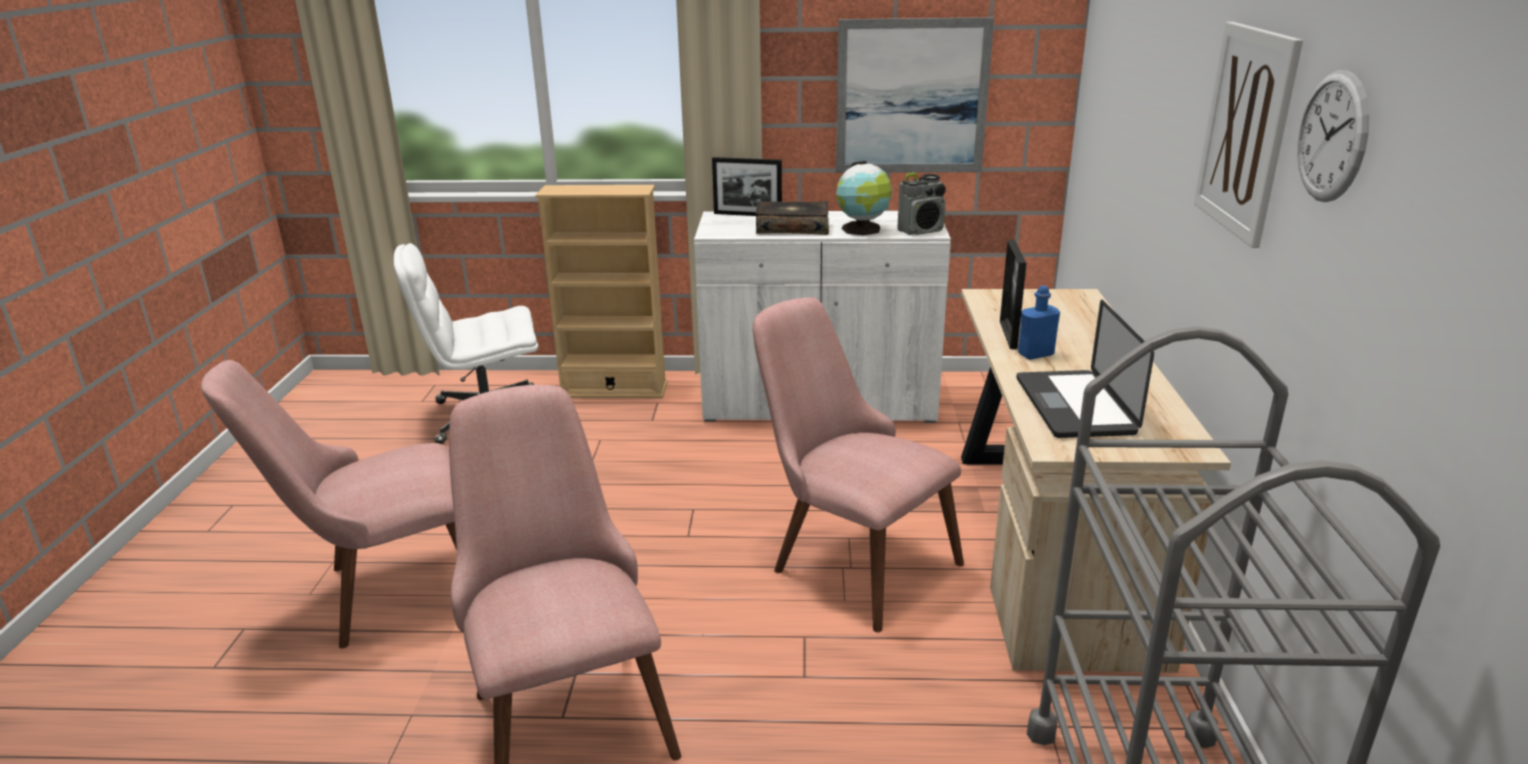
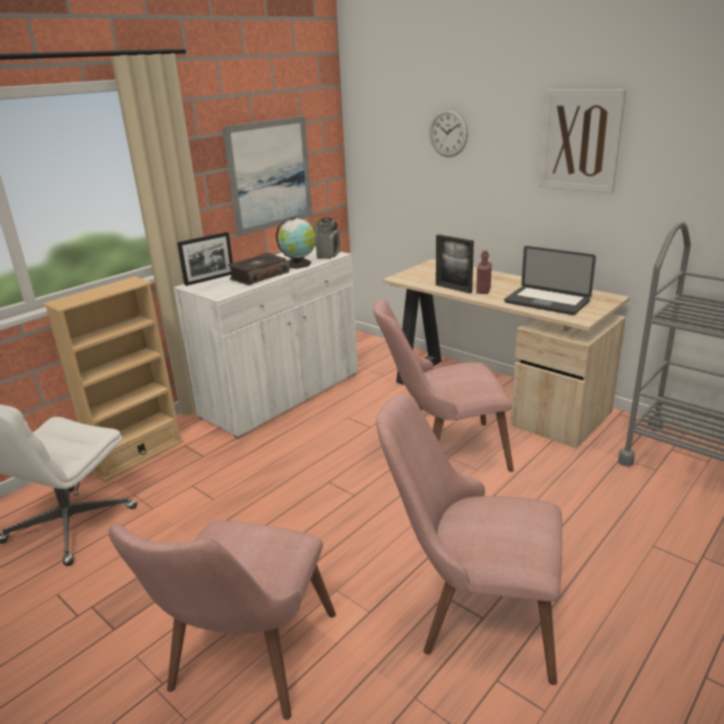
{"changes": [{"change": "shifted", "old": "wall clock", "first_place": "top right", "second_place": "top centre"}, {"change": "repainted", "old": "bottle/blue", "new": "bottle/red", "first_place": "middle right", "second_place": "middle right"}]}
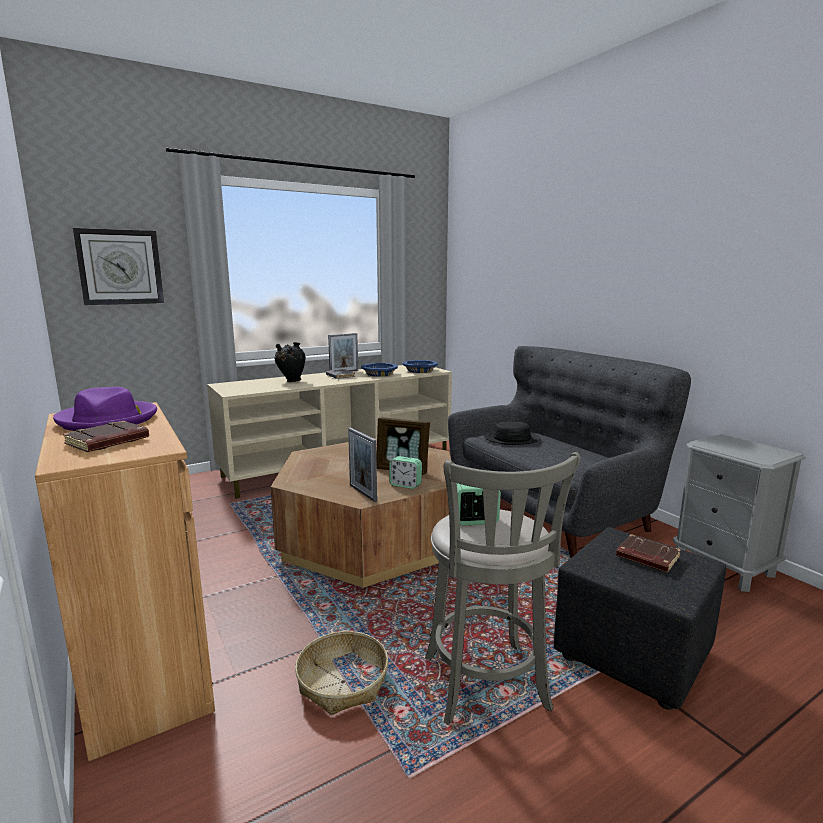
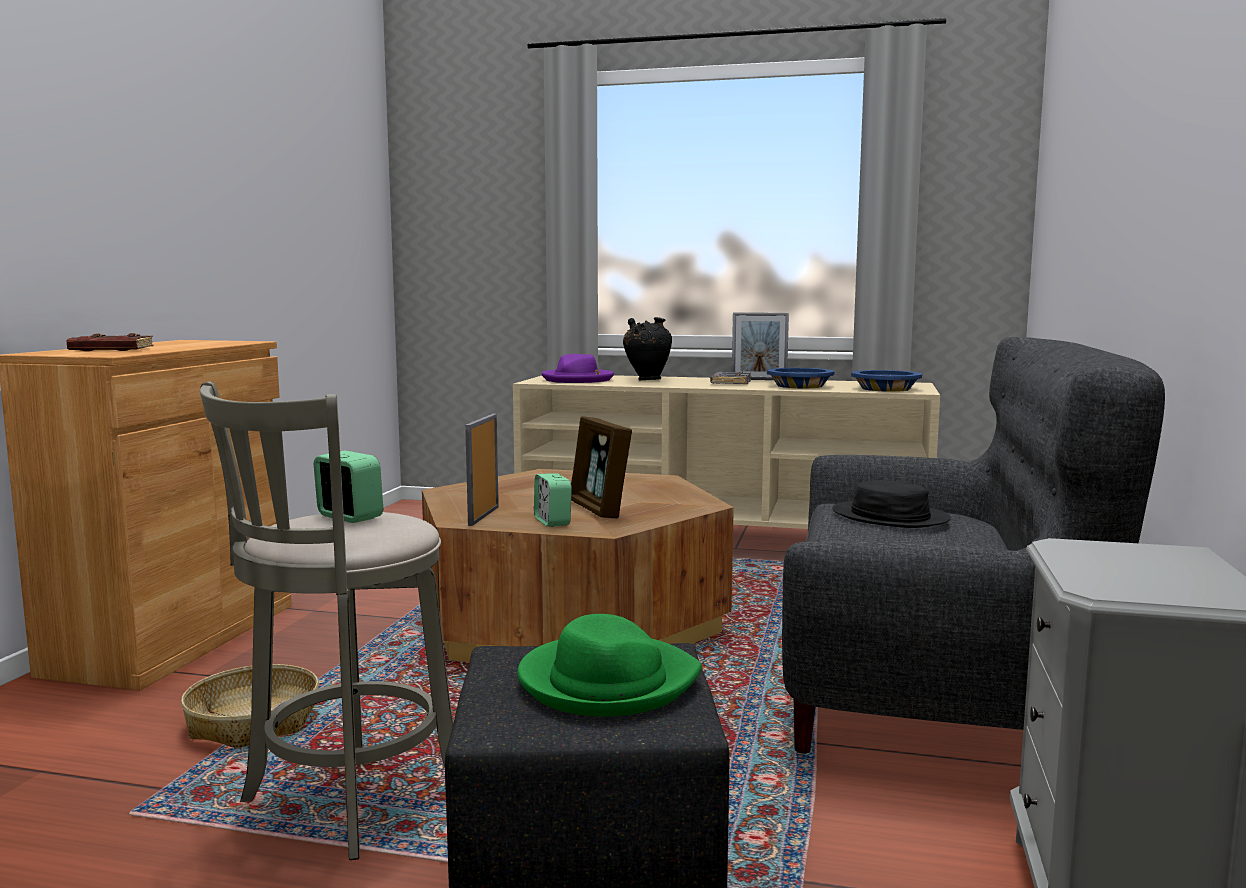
{"changes": [{"change": "swapped", "old": "book/brown (no. 2 from left)", "new": "hat/green", "first_place": "bottom right", "second_place": "bottom centre"}, {"change": "shifted", "old": "hat/purple", "first_place": "middle left", "second_place": "centre"}, {"change": "gone", "old": "wall clock", "first_place": "top left"}]}
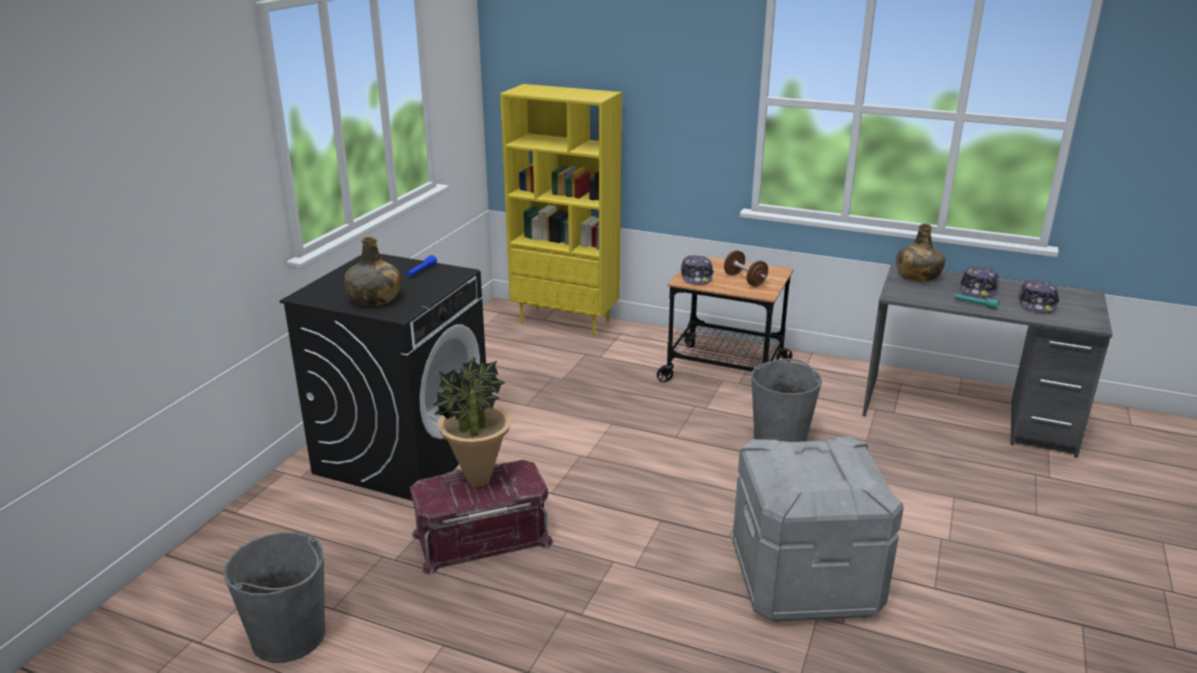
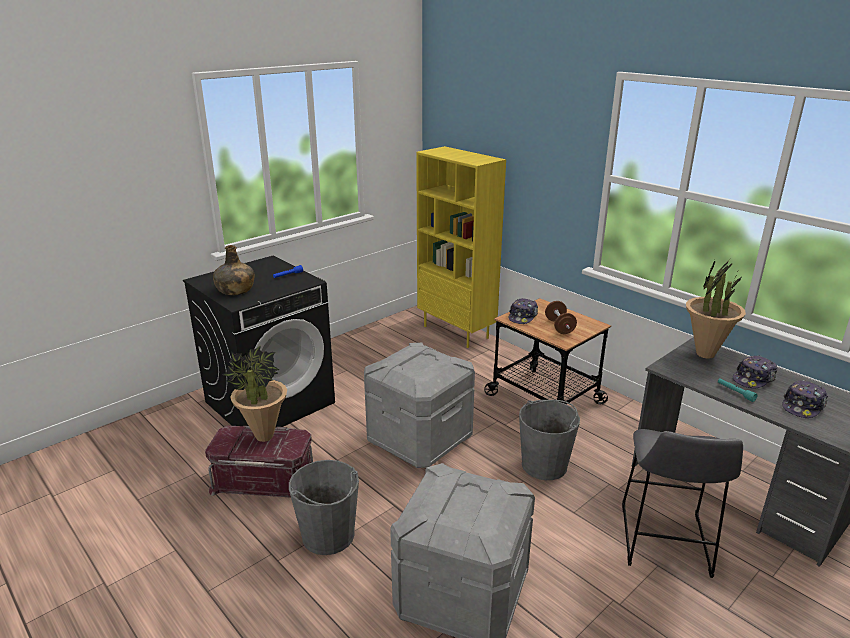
{"changes": [{"change": "shifted", "old": "bucket/grey (no. 1 from left)", "first_place": "bottom left", "second_place": "bottom centre"}, {"change": "new", "new": "storage box/grey (no. 1 from left)", "second_place": "centre"}, {"change": "new", "new": "stool/grey", "second_place": "bottom right"}, {"change": "swapped", "old": "bottle/green (no. 2 from left)", "new": "potted plant (no. 2 from left)", "first_place": "middle right", "second_place": "middle right"}]}
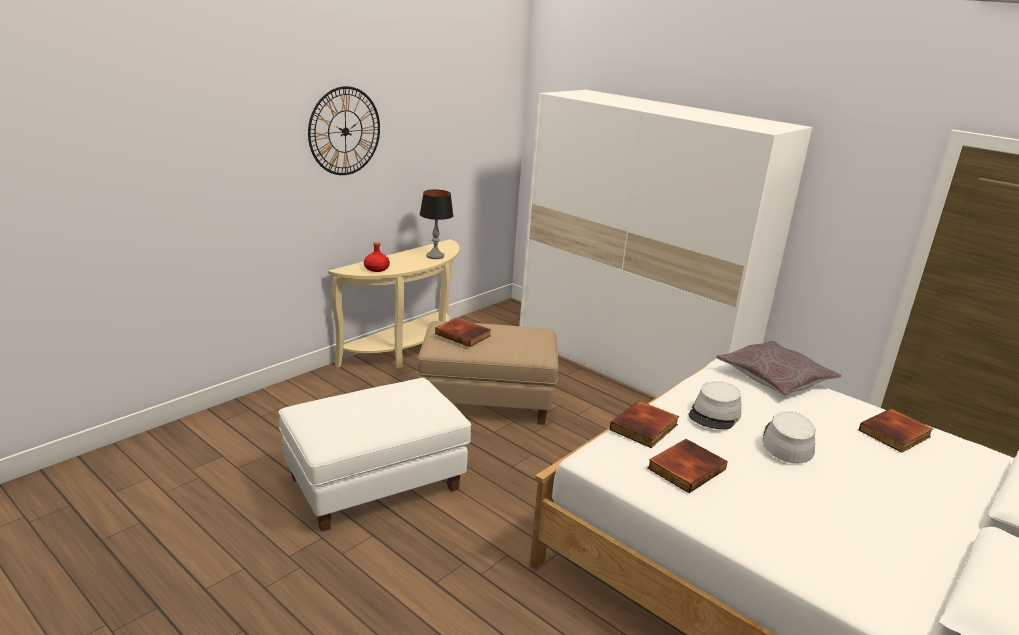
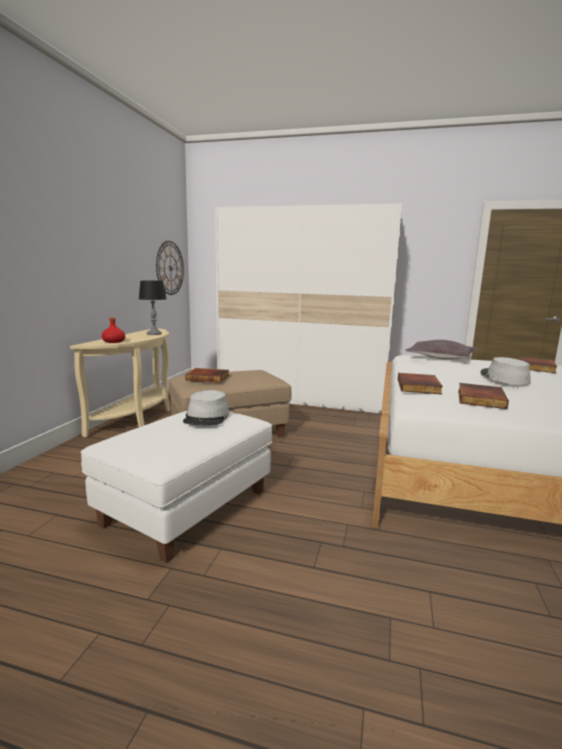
{"changes": [{"change": "shifted", "old": "wall clock", "first_place": "top centre", "second_place": "middle left"}, {"change": "shifted", "old": "hat/grey (no. 1 from left)", "first_place": "middle right", "second_place": "centre"}]}
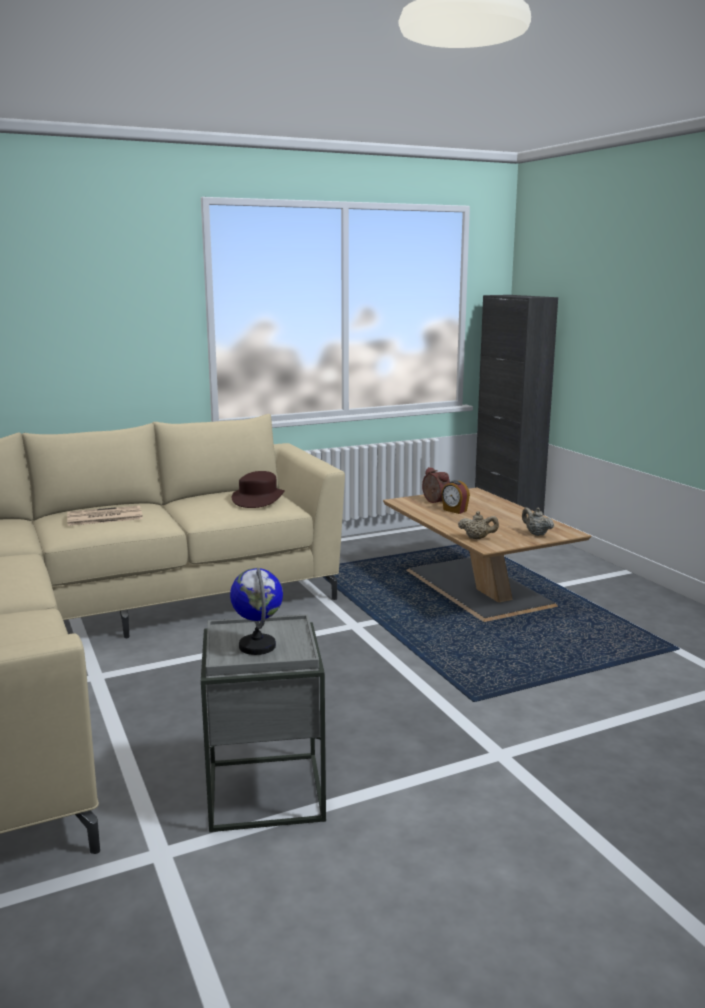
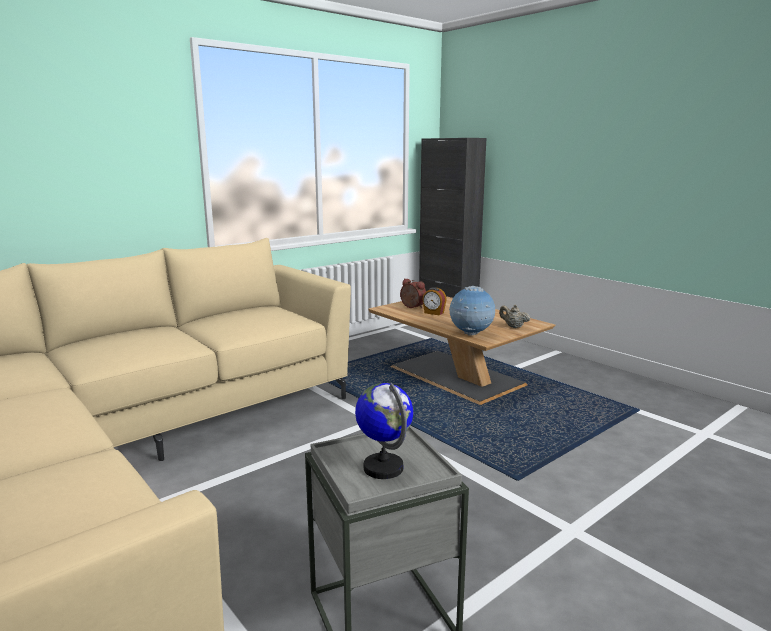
{"changes": [{"change": "swapped", "old": "teapot/beige (no. 1 from left)", "new": "globe (no. 2 from left)", "first_place": "middle right", "second_place": "centre"}, {"change": "gone", "old": "newspaper", "first_place": "middle left"}, {"change": "gone", "old": "hat/brown", "first_place": "centre"}]}
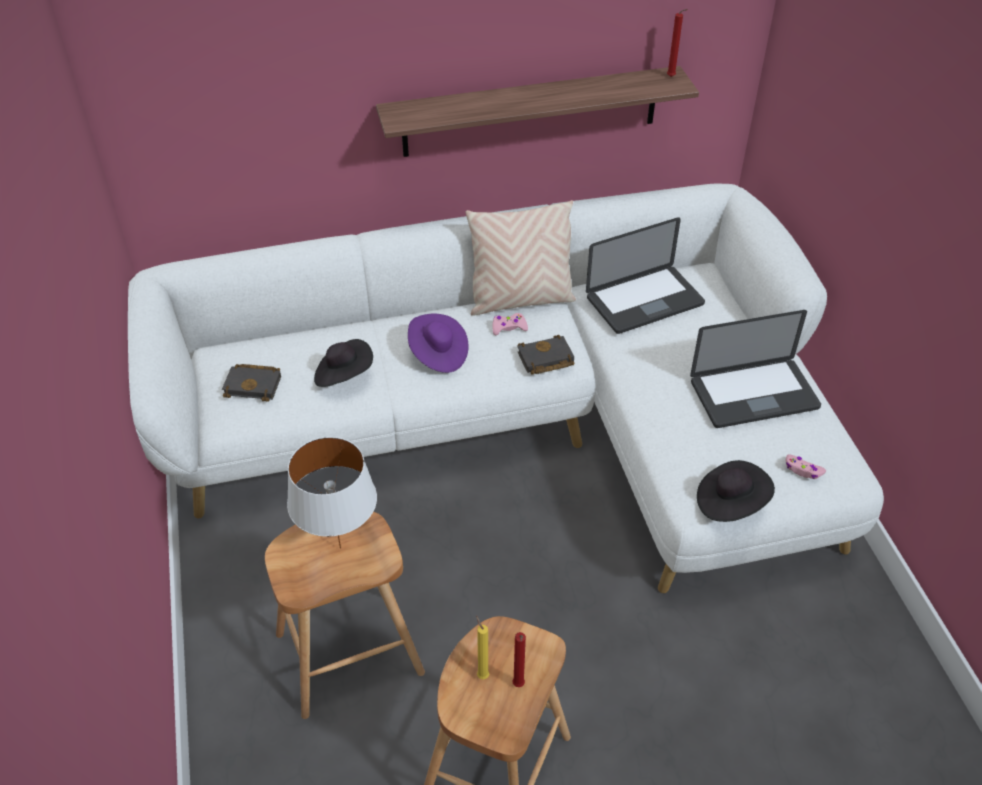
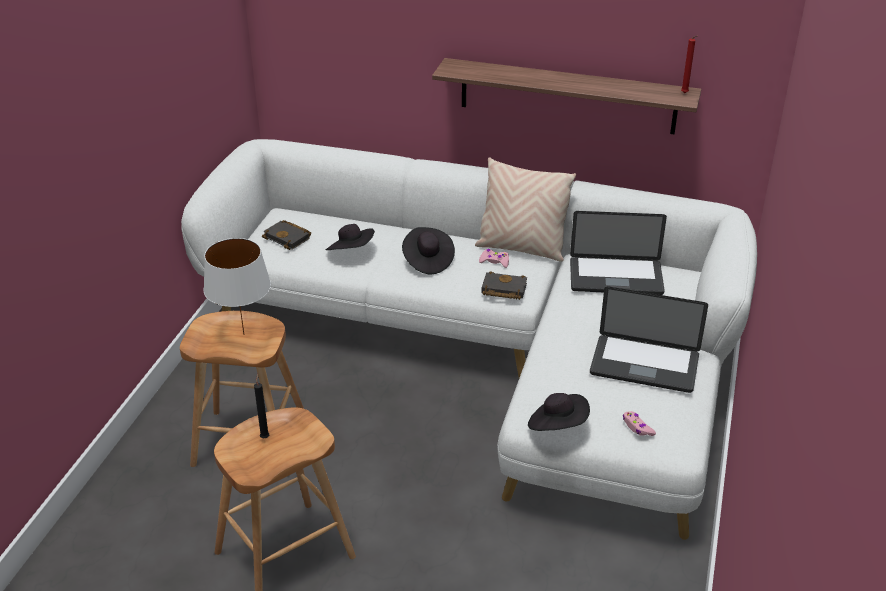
{"changes": [{"change": "repainted", "old": "candle/yellow", "new": "candle/black", "first_place": "bottom centre", "second_place": "bottom left"}, {"change": "repainted", "old": "hat/purple", "new": "hat/black (no. 2 from left)", "first_place": "centre", "second_place": "centre"}, {"change": "gone", "old": "candle/red (no. 1 from left)", "first_place": "bottom centre"}]}
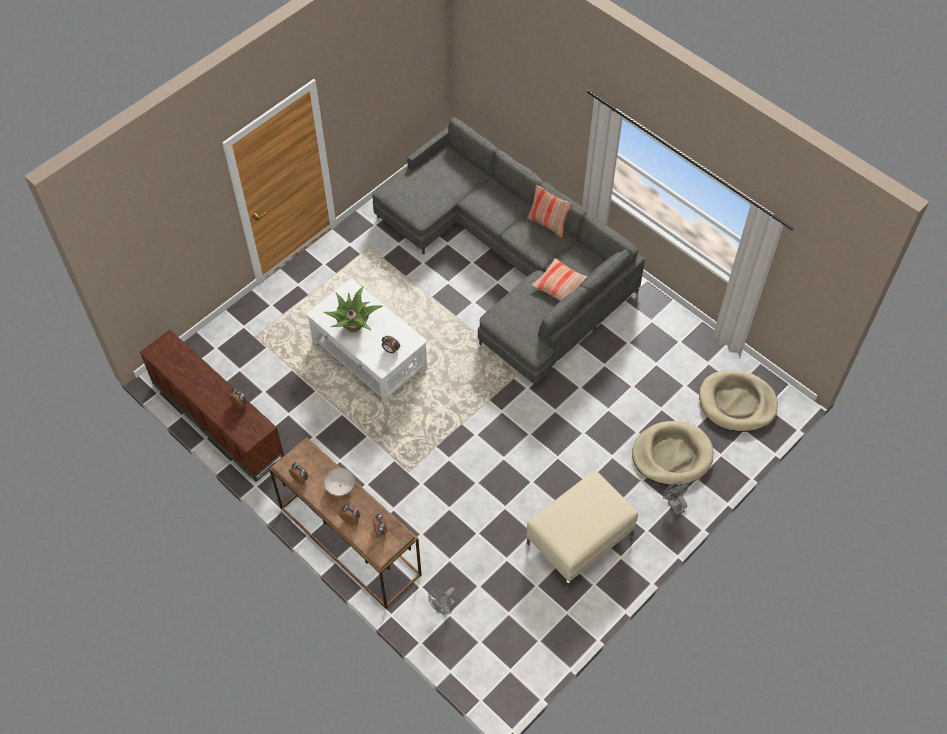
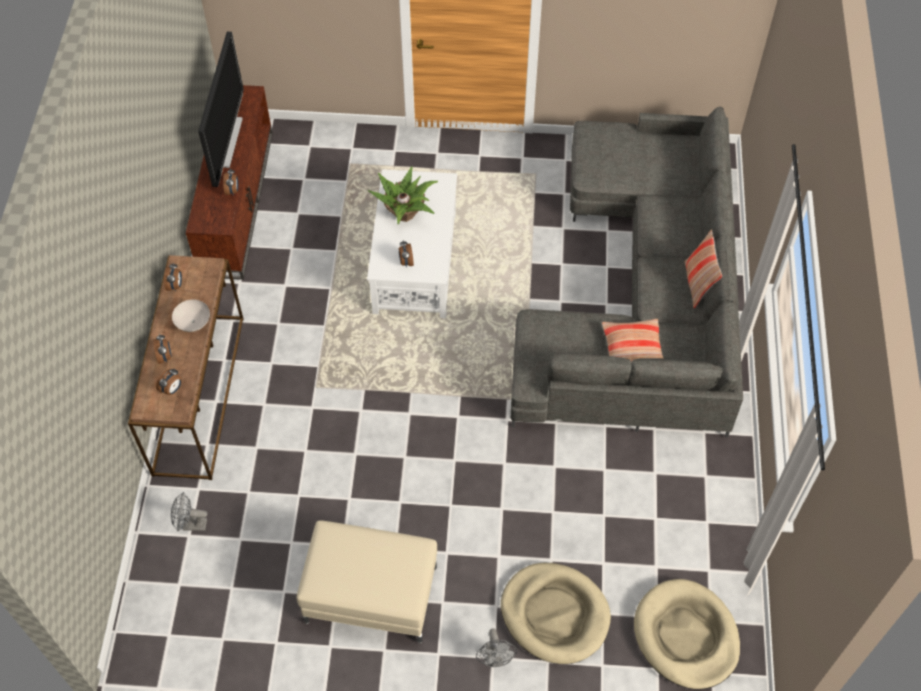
{"changes": [{"change": "new", "new": "television", "second_place": "top left"}, {"change": "rotated", "old": "fan/grey (no. 2 from left)", "first_place": "bottom right", "second_place": "bottom centre", "degrees": 150}]}
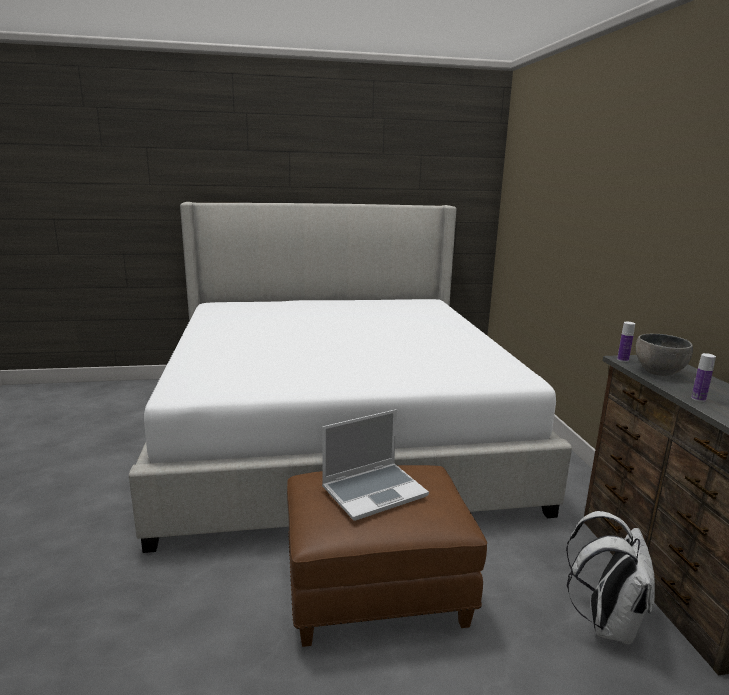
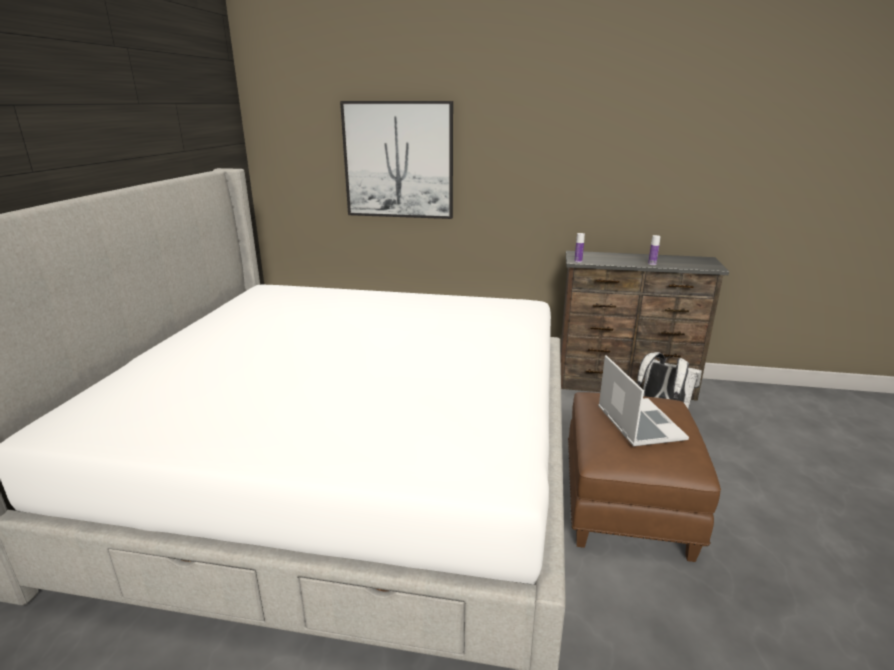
{"changes": [{"change": "new", "new": "picture", "second_place": "top centre"}, {"change": "gone", "old": "bowl/grey", "first_place": "middle right"}]}
